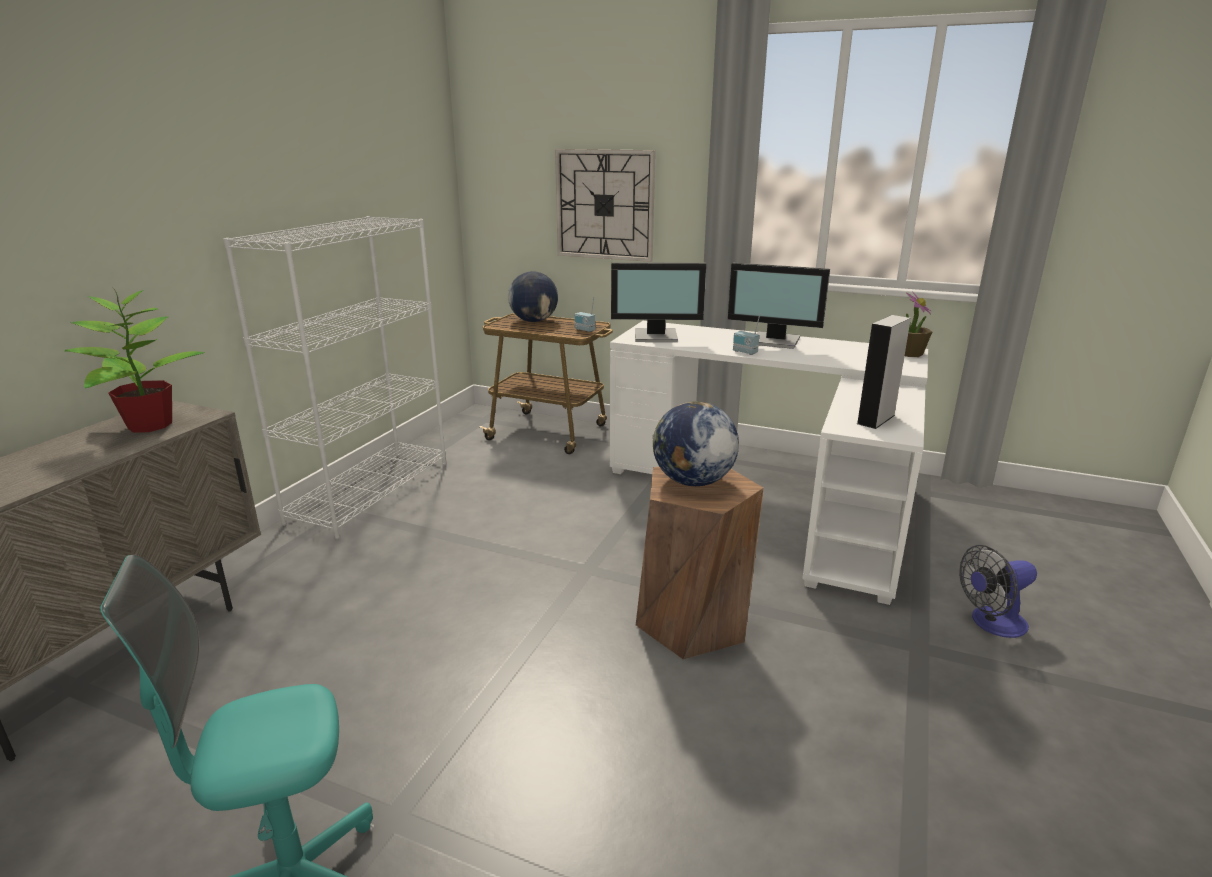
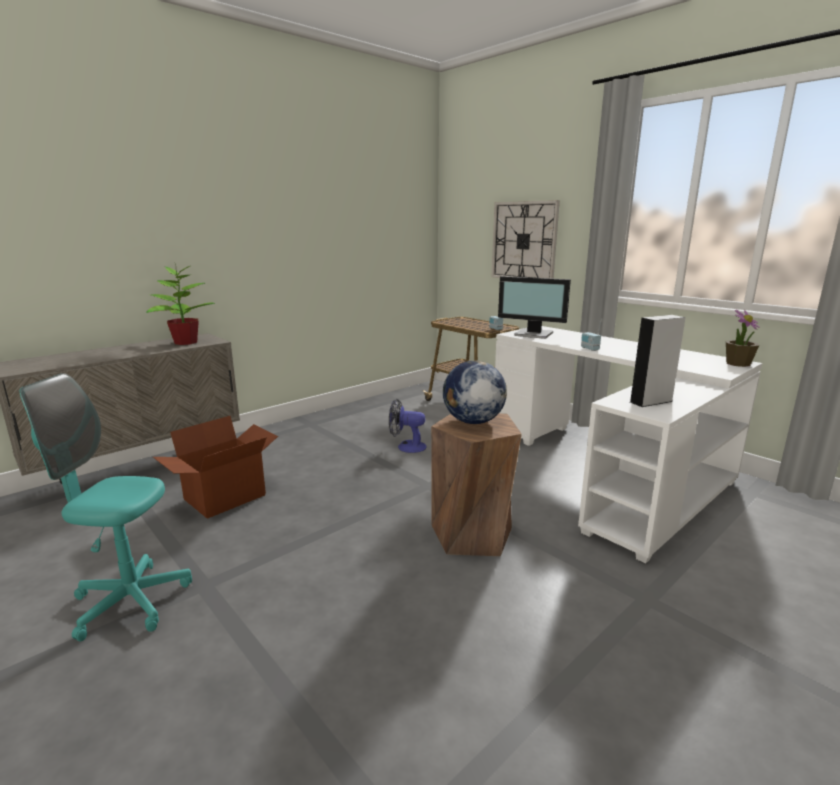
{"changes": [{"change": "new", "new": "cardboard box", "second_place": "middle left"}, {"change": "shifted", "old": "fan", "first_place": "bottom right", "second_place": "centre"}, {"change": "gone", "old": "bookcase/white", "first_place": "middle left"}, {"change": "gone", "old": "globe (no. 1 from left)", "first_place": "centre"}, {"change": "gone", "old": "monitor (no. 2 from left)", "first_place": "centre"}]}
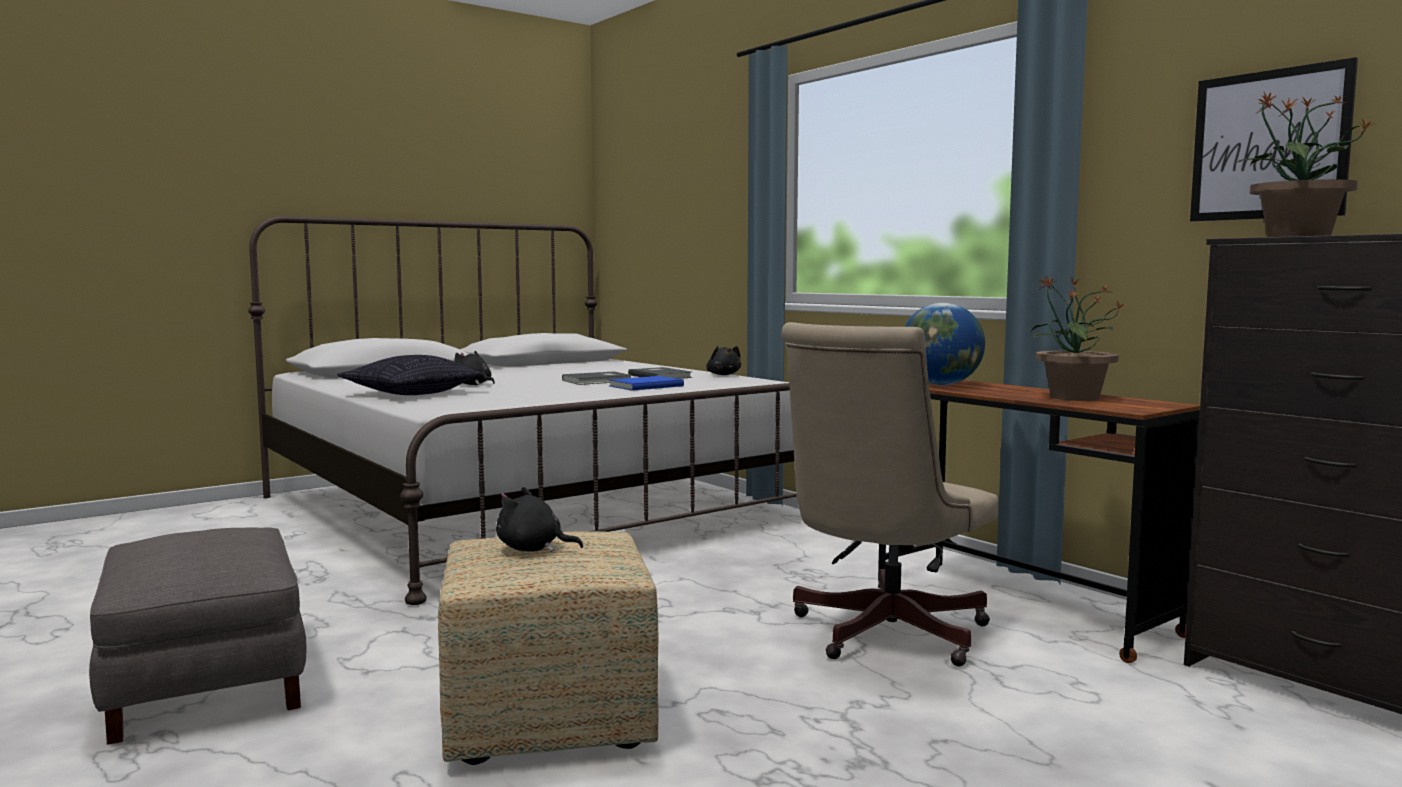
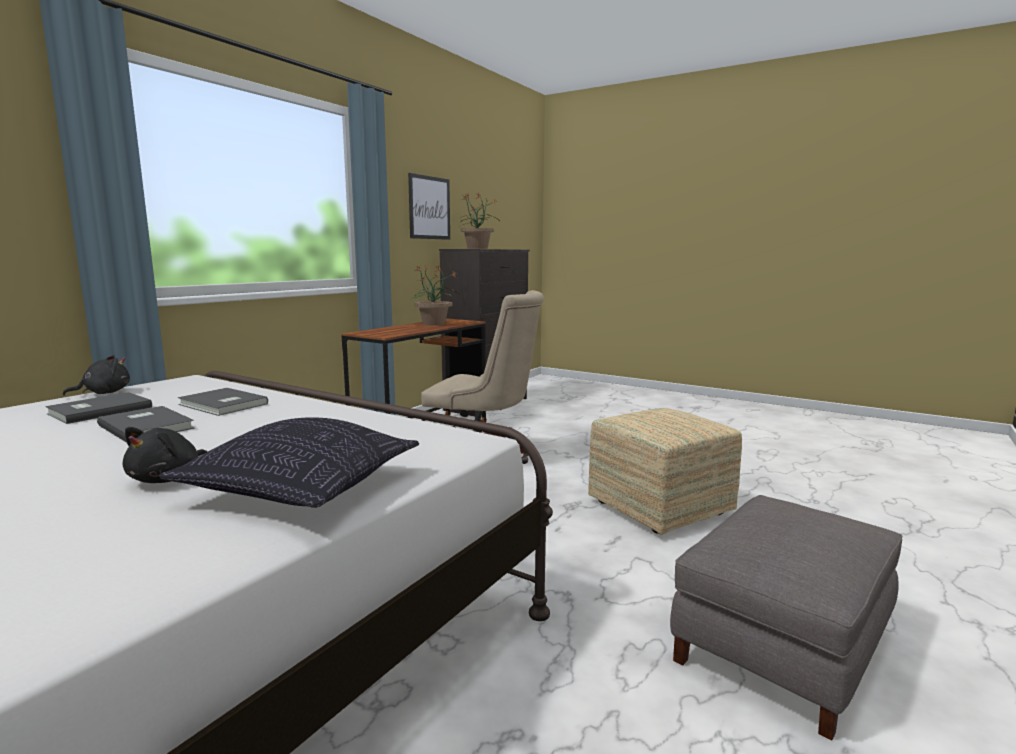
{"changes": [{"change": "repainted", "old": "book/blue", "new": "book/grey (no. 3 from left)", "first_place": "centre", "second_place": "middle left"}, {"change": "gone", "old": "plush toy/black (no. 2 from left)", "first_place": "centre"}, {"change": "gone", "old": "globe", "first_place": "middle right"}]}
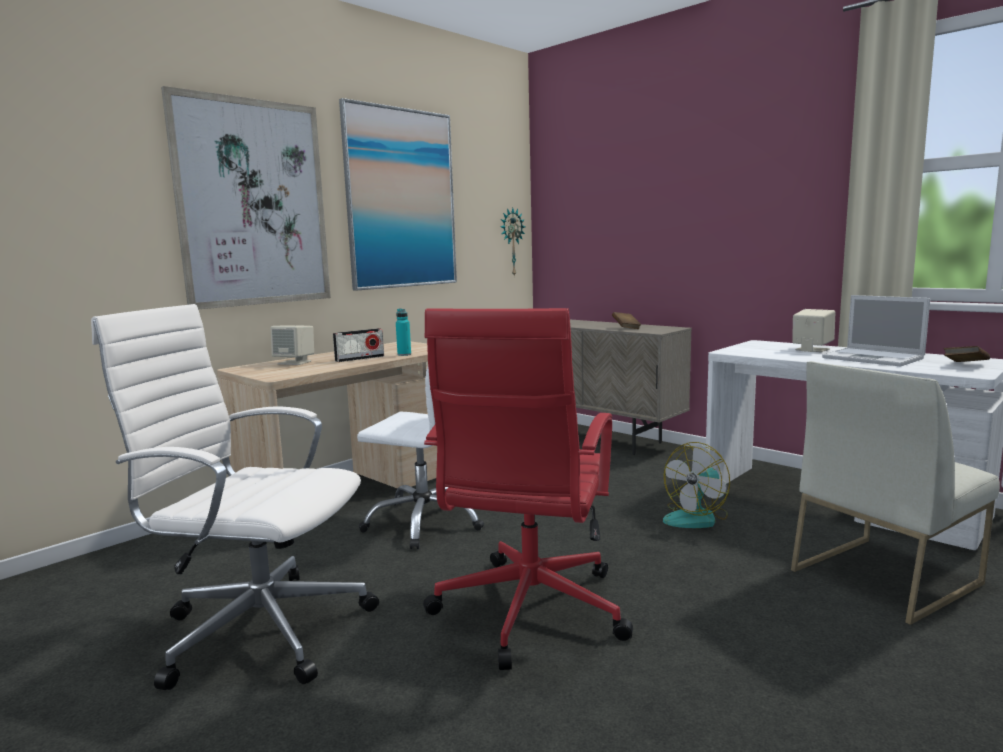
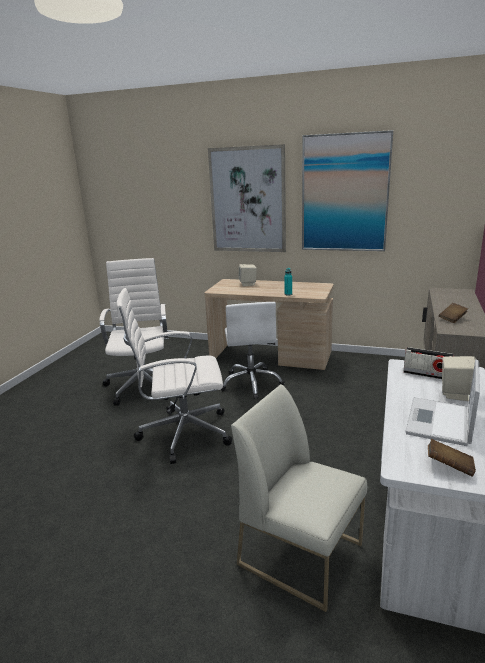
{"changes": [{"change": "repainted", "old": "office chair/red", "new": "office chair/white (no. 2 from left)", "first_place": "centre", "second_place": "centre"}, {"change": "shifted", "old": "radio", "first_place": "centre", "second_place": "middle right"}, {"change": "gone", "old": "wall clock", "first_place": "top centre"}, {"change": "gone", "old": "fan", "first_place": "middle right"}]}
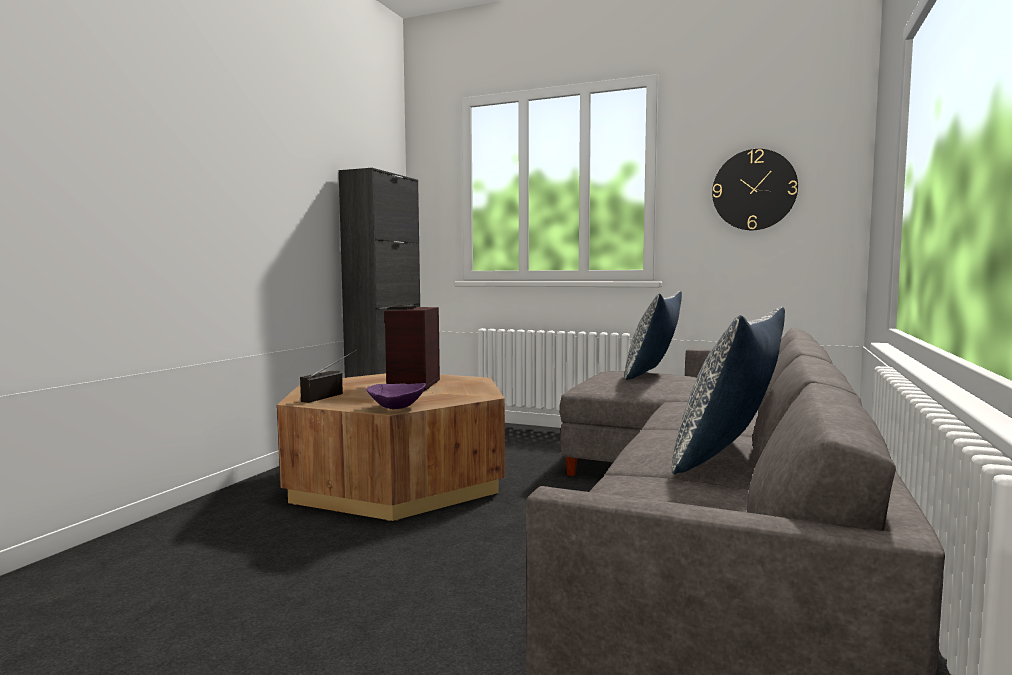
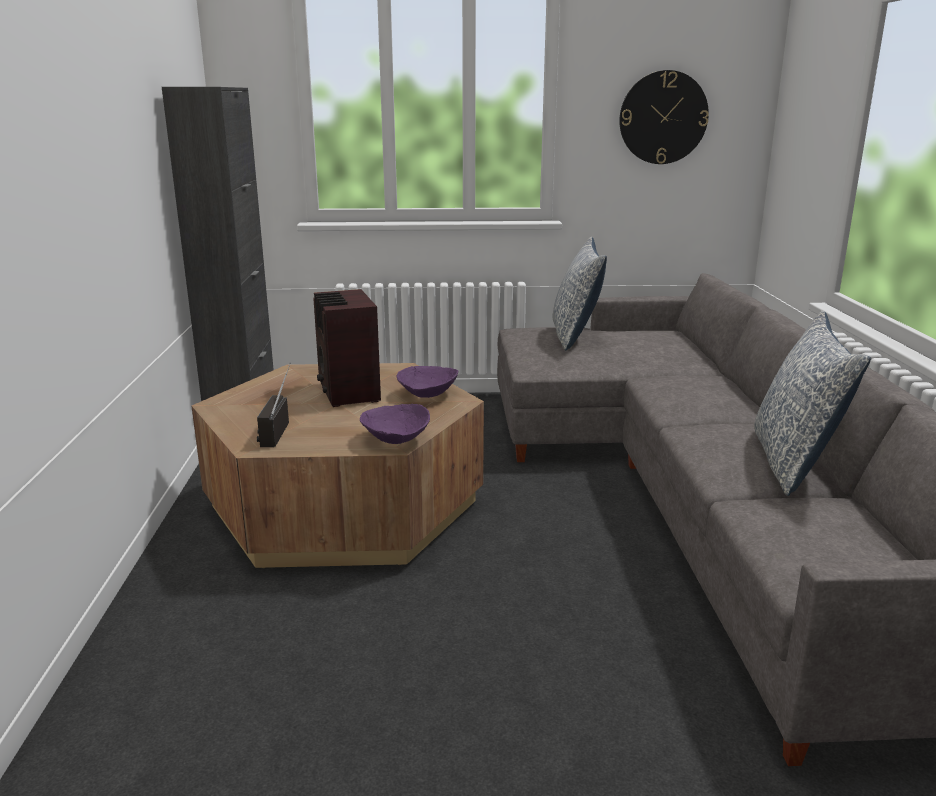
{"changes": [{"change": "new", "new": "bowl/purple (no. 2 from left)", "second_place": "centre"}]}
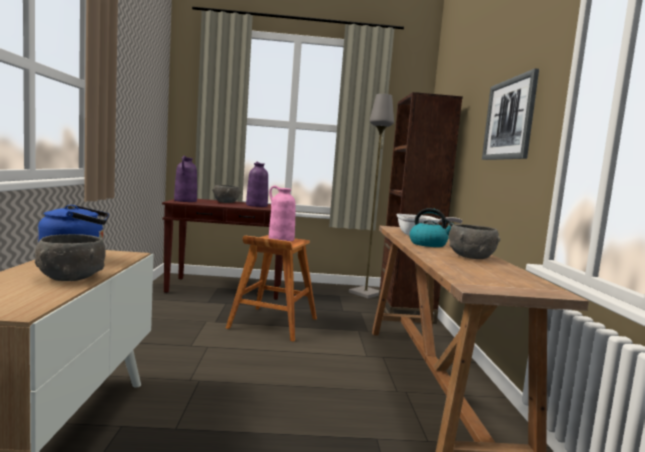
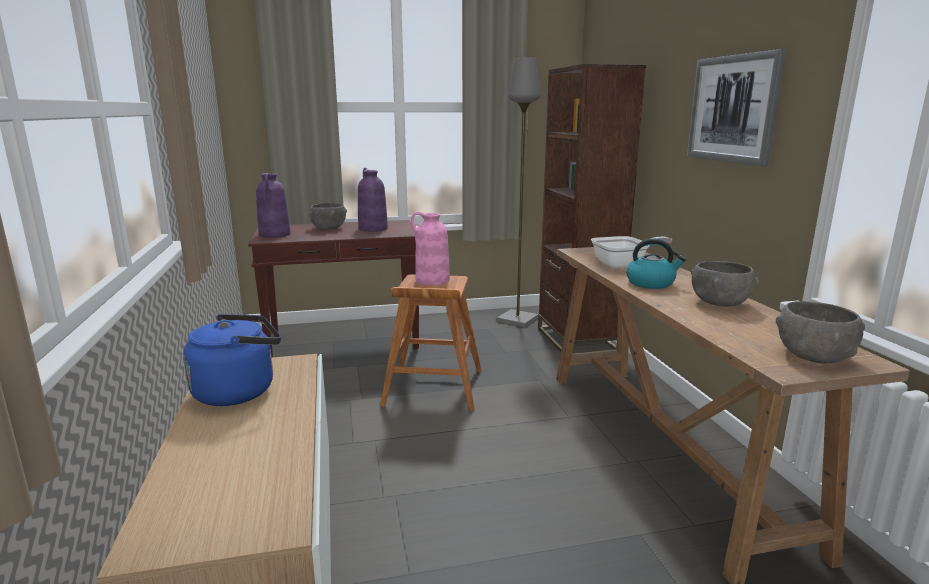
{"changes": [{"change": "shifted", "old": "bowl/grey (no. 1 from left in the first image)", "new": "bowl/grey (no. 3 from left)", "first_place": "middle left", "second_place": "middle right"}]}
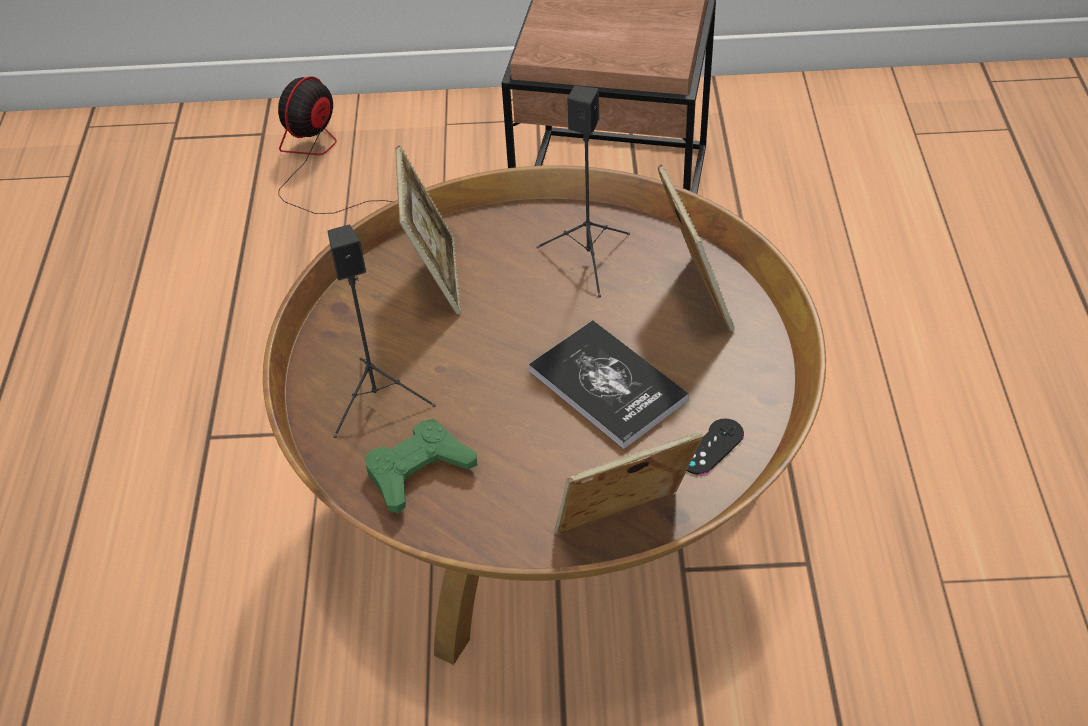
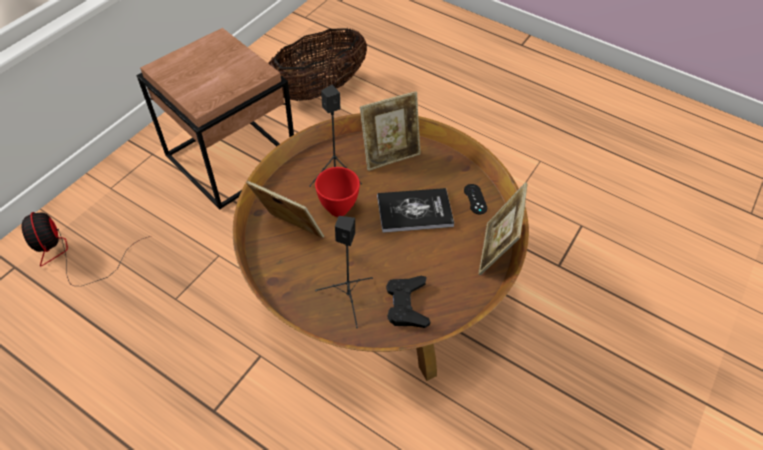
{"changes": [{"change": "new", "new": "basket", "second_place": "top centre"}, {"change": "new", "new": "bowl/red", "second_place": "centre"}, {"change": "rotated", "old": "picture frame (no. 3 from left in the first image)", "first_place": "centre", "second_place": "top centre", "degrees": 135}, {"change": "repainted", "old": "game controller/green", "new": "game controller/black (no. 1 from left)", "first_place": "centre", "second_place": "bottom centre"}]}
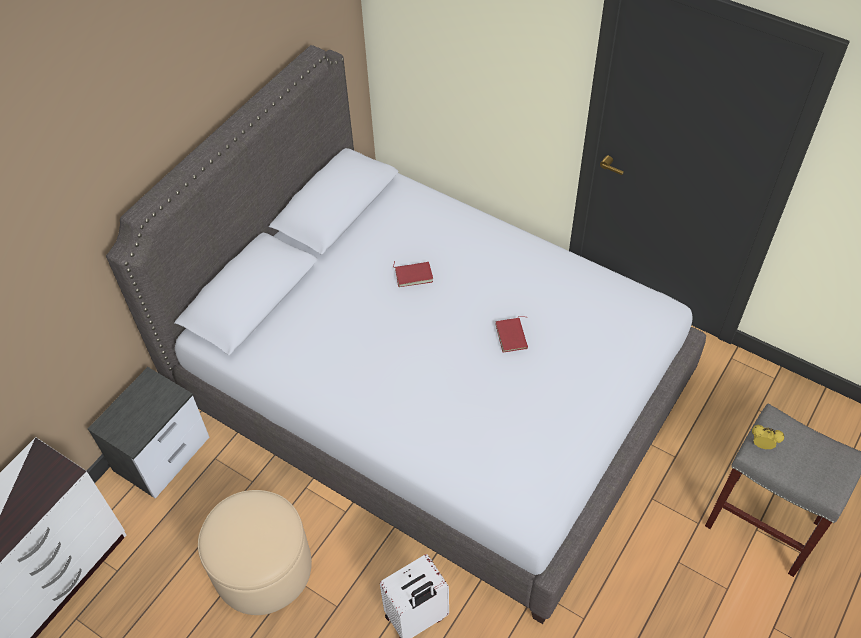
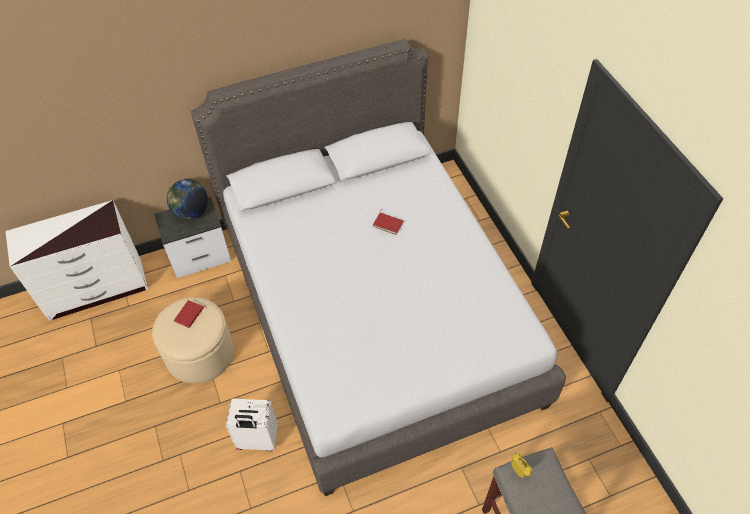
{"changes": [{"change": "new", "new": "globe", "second_place": "middle left"}, {"change": "shifted", "old": "book/red (no. 2 from left in the first image)", "new": "book/red (no. 1 from left)", "first_place": "centre", "second_place": "middle left"}]}
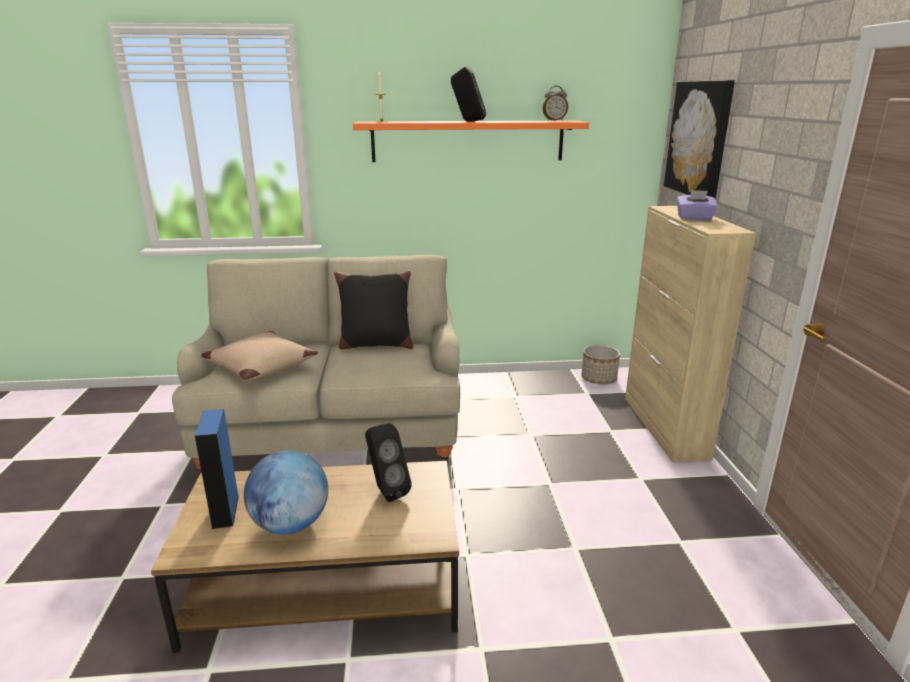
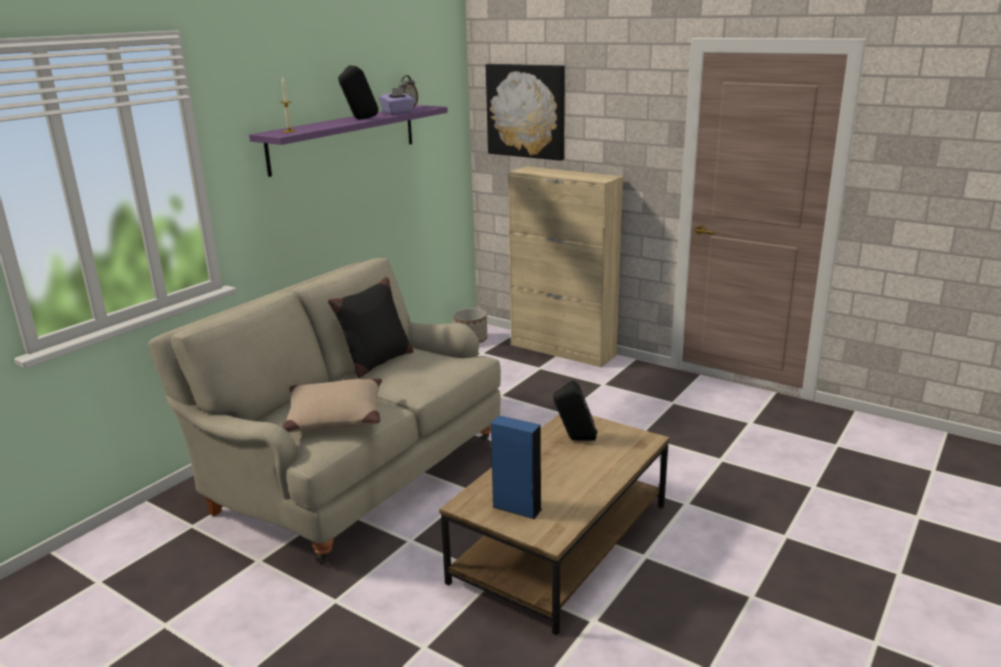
{"changes": [{"change": "repainted", "old": "shelf/orange", "new": "shelf/purple", "first_place": "top centre", "second_place": "top centre"}, {"change": "shifted", "old": "tissue box/purple", "first_place": "top right", "second_place": "top centre"}, {"change": "gone", "old": "globe", "first_place": "bottom left"}]}
